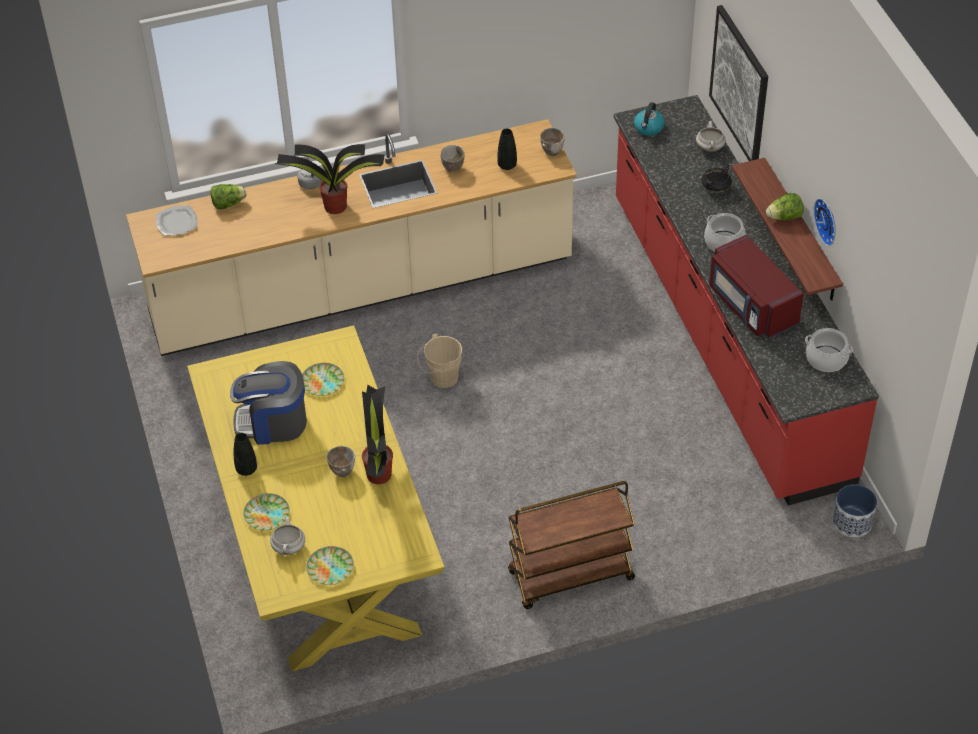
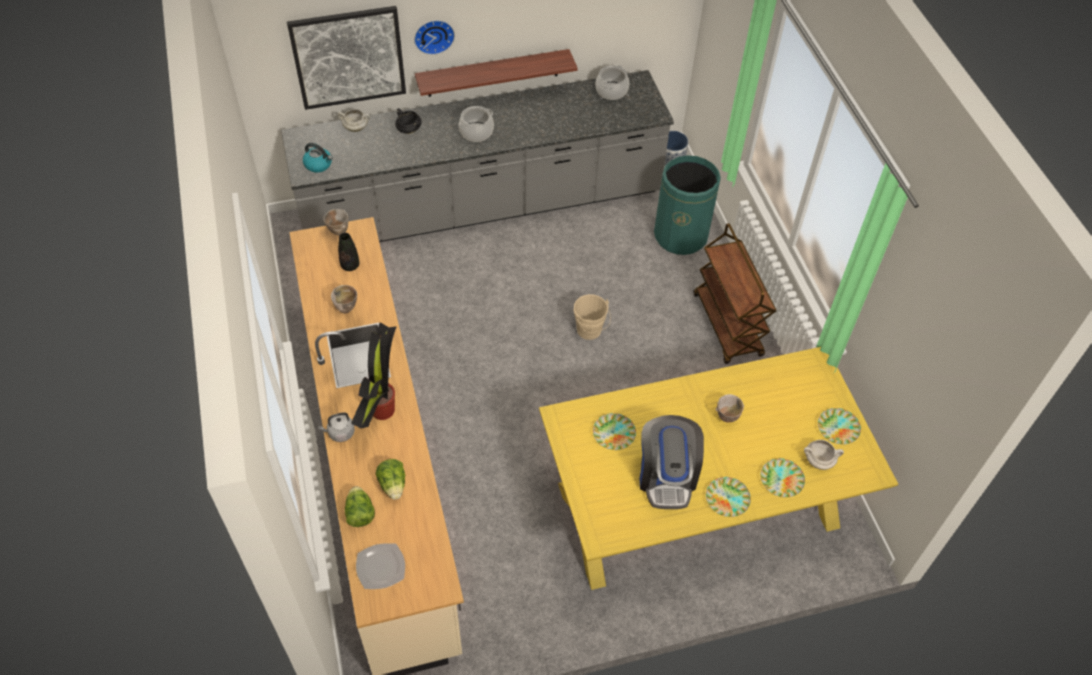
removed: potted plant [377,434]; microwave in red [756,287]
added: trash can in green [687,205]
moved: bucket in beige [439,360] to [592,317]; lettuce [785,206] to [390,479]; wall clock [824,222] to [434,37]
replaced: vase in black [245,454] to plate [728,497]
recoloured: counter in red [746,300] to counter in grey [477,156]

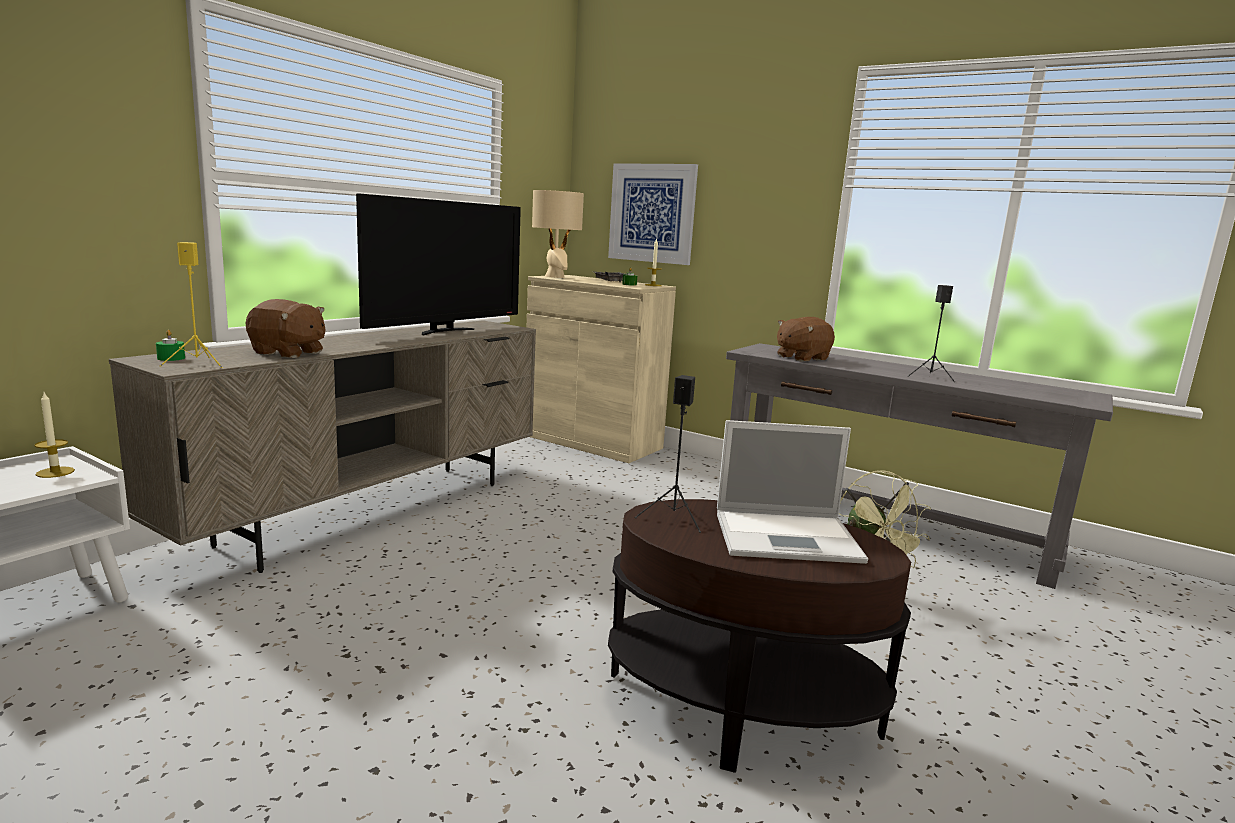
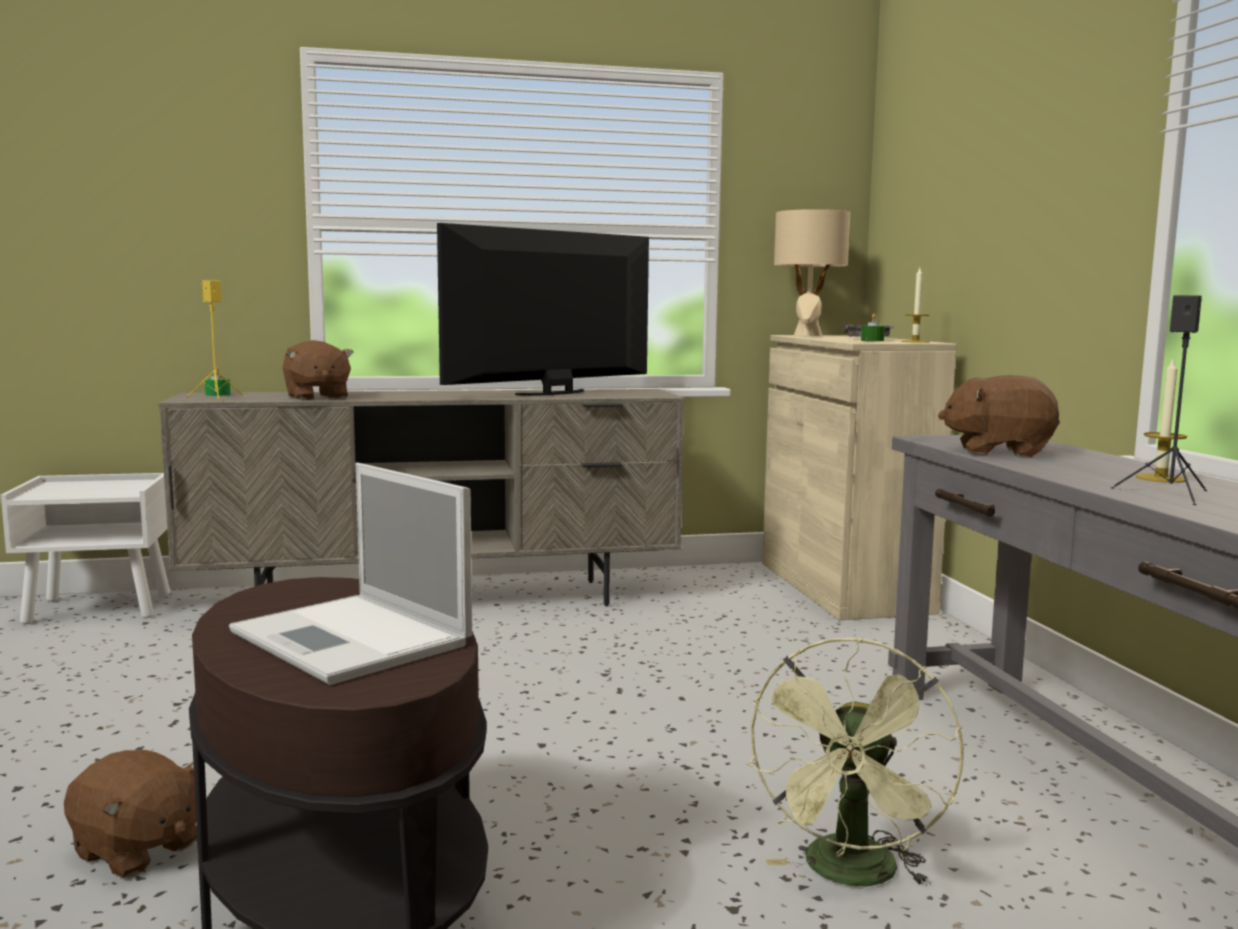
removed: picture [653,214]; speaker in black [668,454]
added: plush toy in brown [130,814]
moved: candle [54,435] to [1161,421]
turned: television [438,264] = [543,309] 150 degrees clockwise

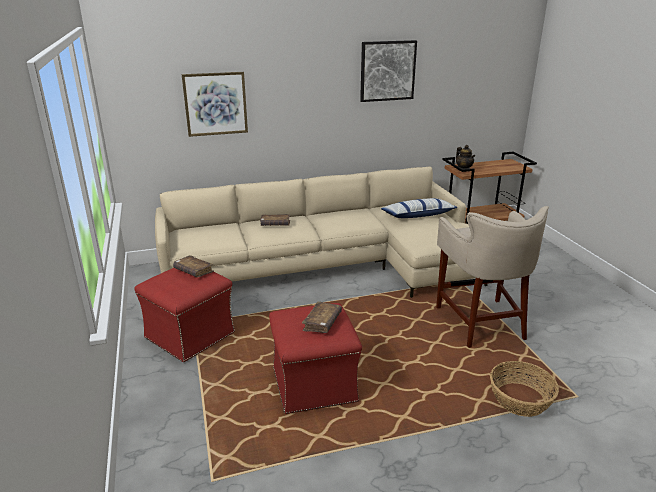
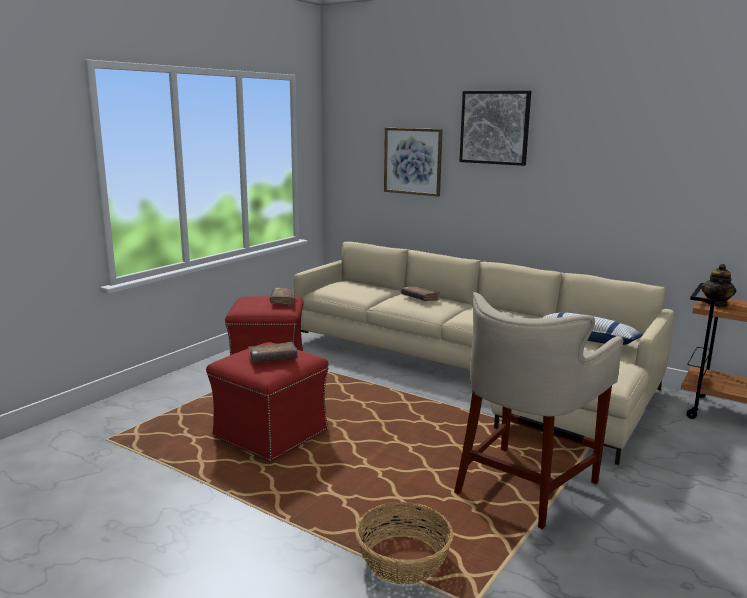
moved: picture [388,71] to [495,128]

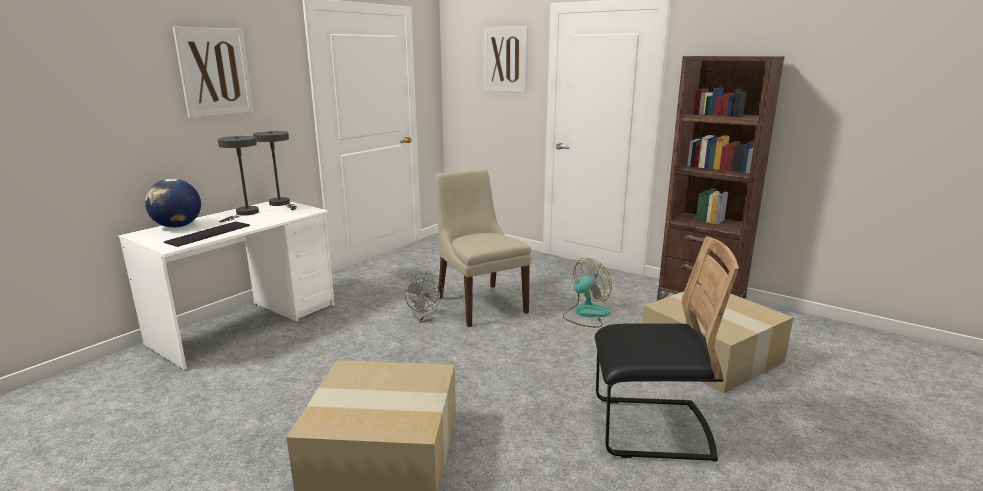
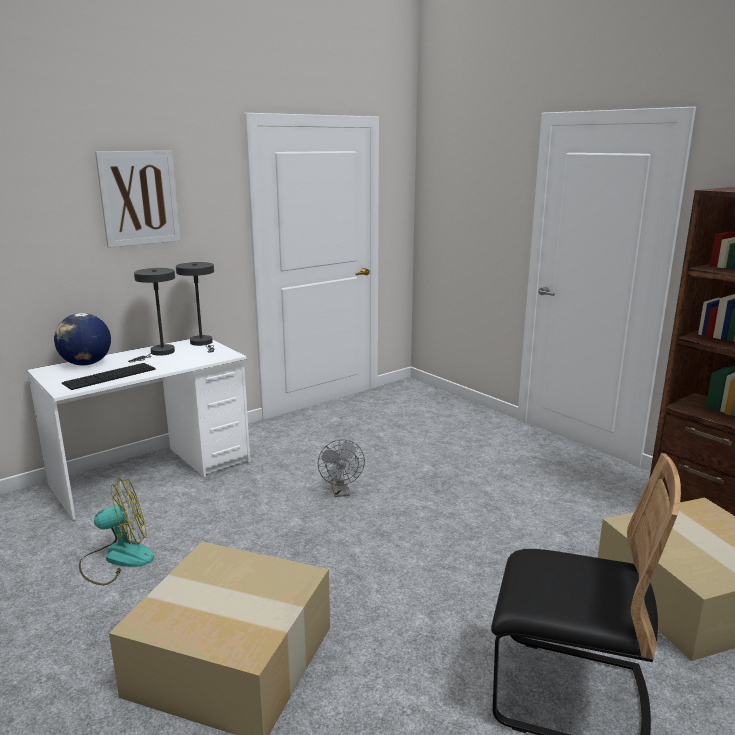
removed: chair in beige [483,248]; picture [506,59]
moved: fan [587,292] to [116,531]

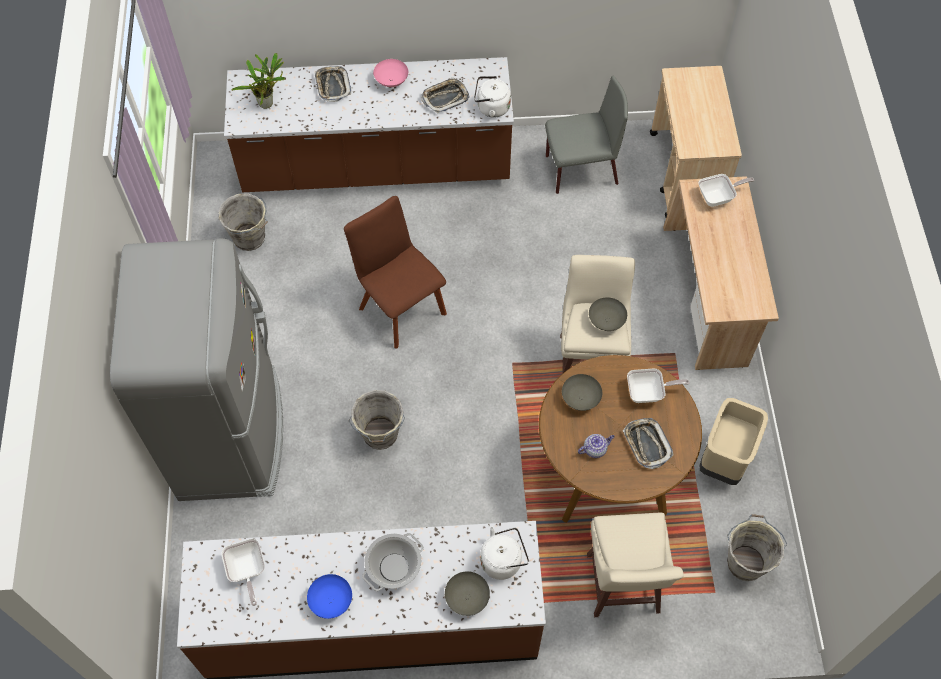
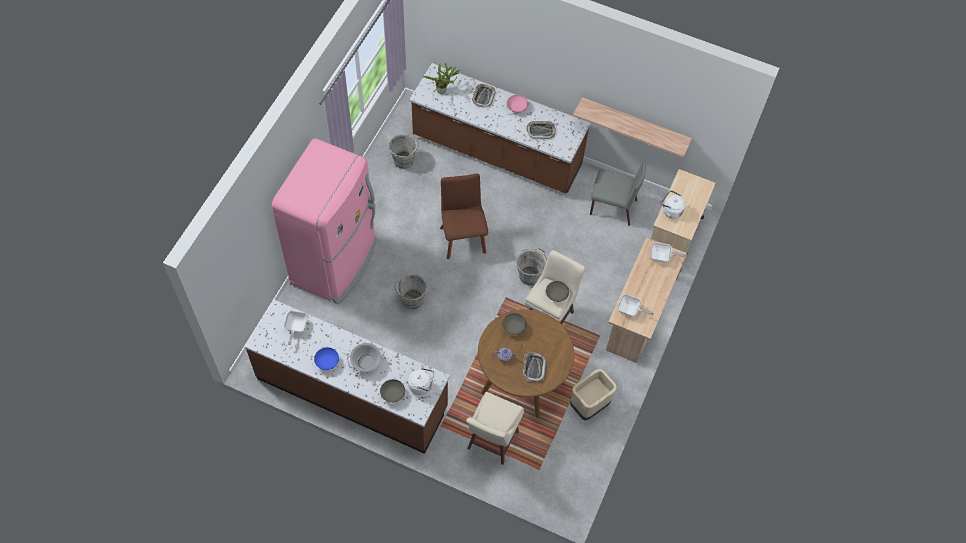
added: shelf [632,127]
moved: kettle in white [492,97] to [673,204]; frying pan [658,386] to [636,305]; bucket in grey [757,547] to [532,266]
recoloured: fridge in grey [196,369] to fridge in pink [324,221]

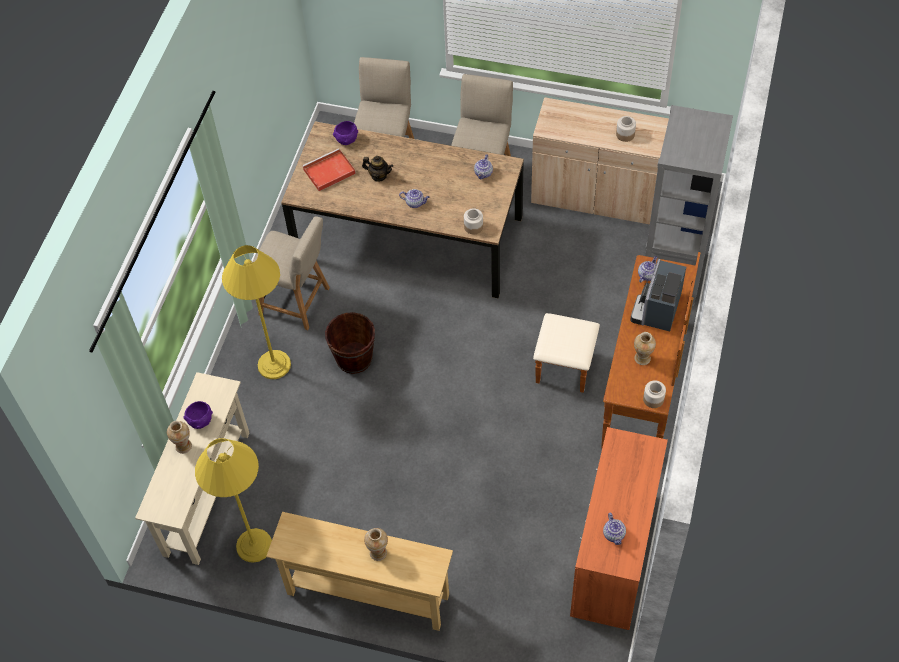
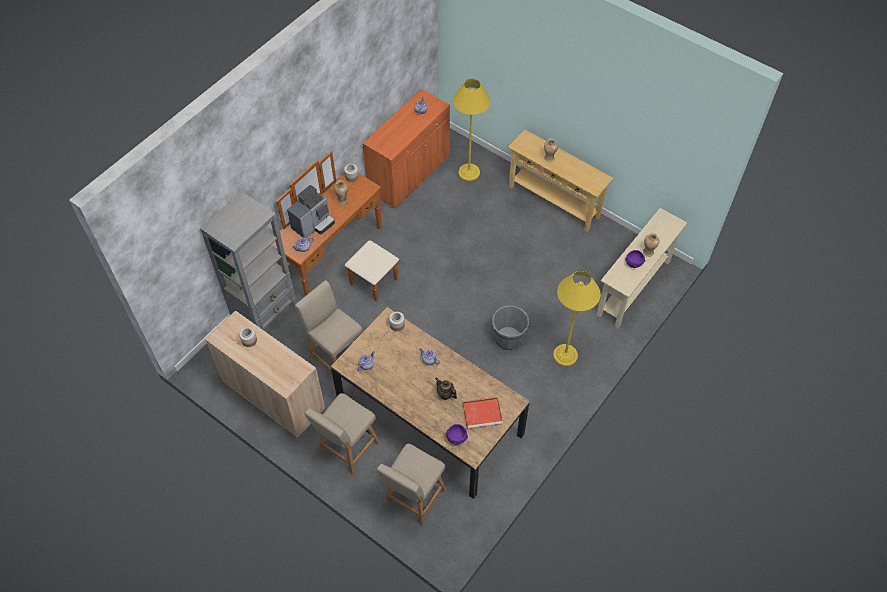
moved: floor lamp in yellow [233,500] to [472,130]; chair in beige [291,273] to [329,326]
recoloured: bucket in brown [350,343] to bucket in grey [510,328]

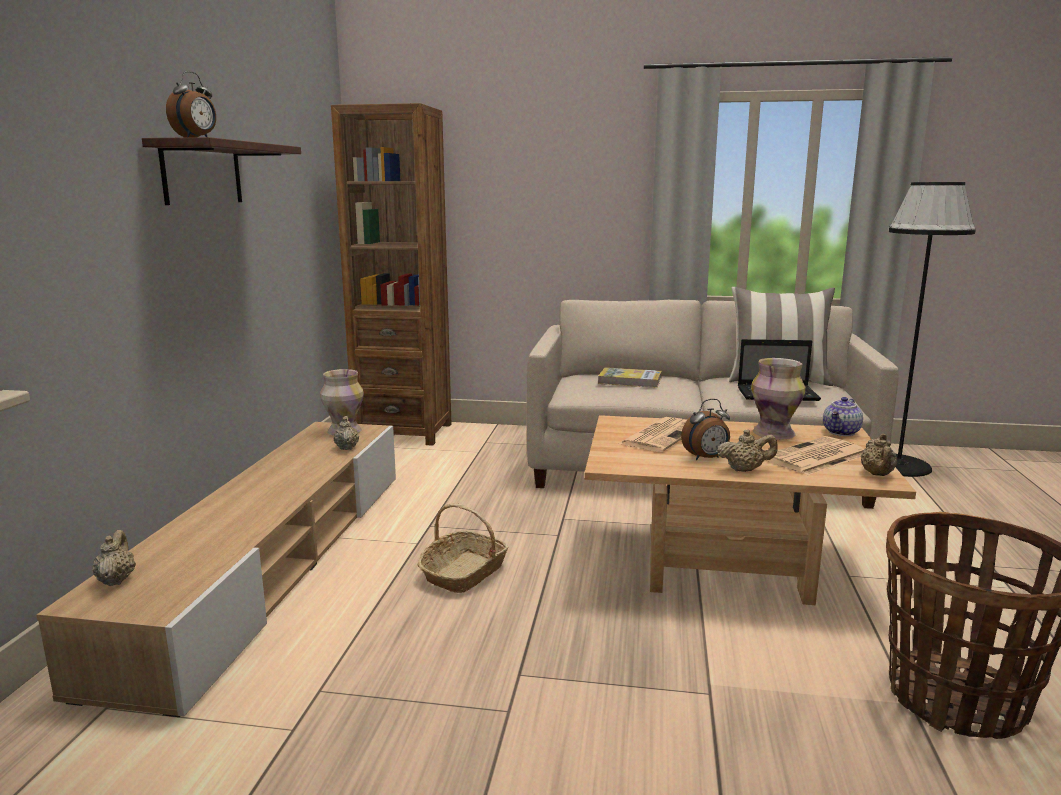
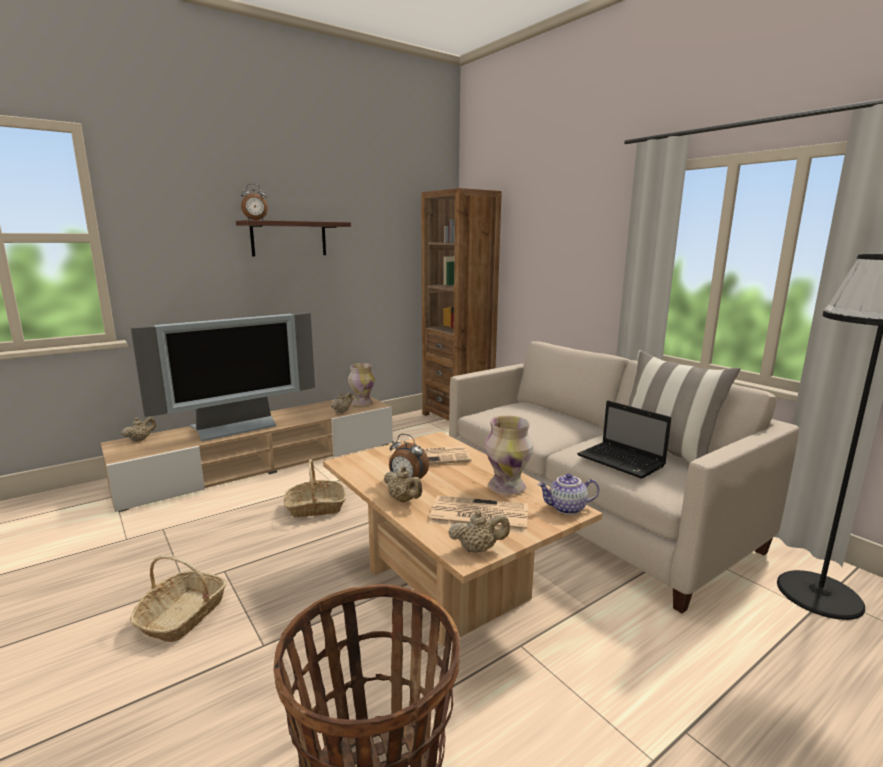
removed: book [630,377]
added: television [222,377]; basket [178,598]
turned: teapot in beige [879,455] = [479,531] 150 degrees counterclockwise

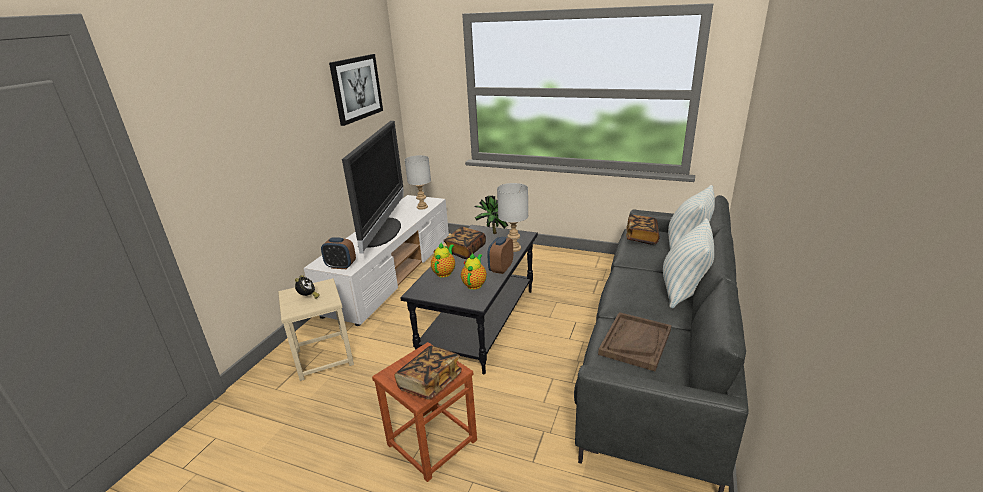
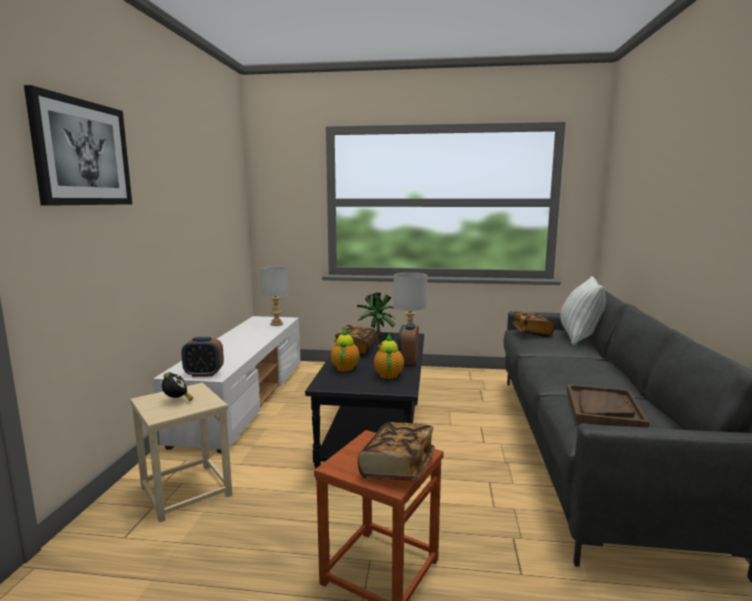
removed: television [373,187]; pillow [688,263]
moved: picture [356,90] to [78,145]

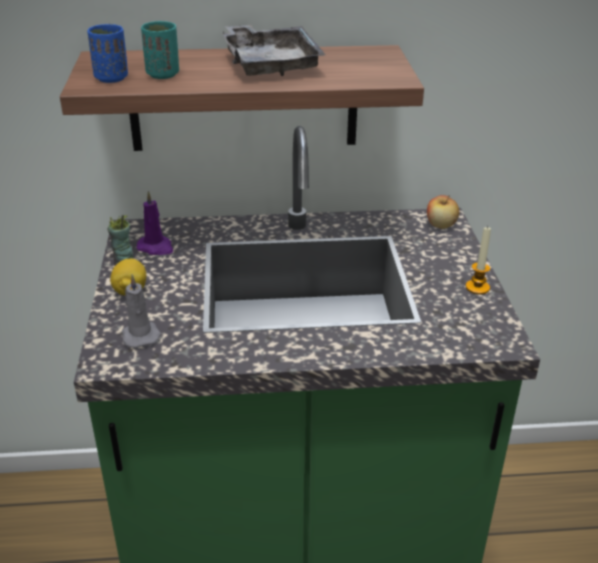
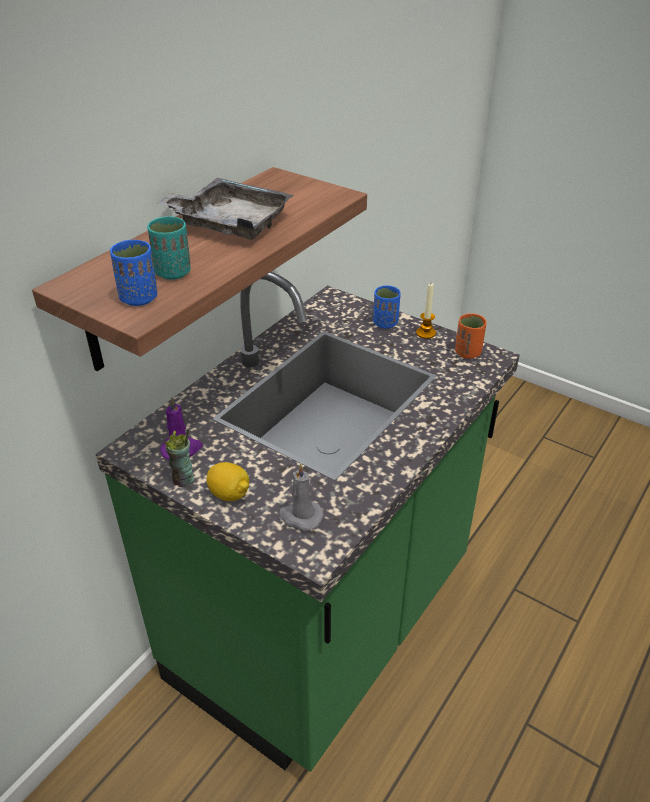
removed: apple [443,212]
added: cup in blue [387,307]; cup in orange [471,336]

